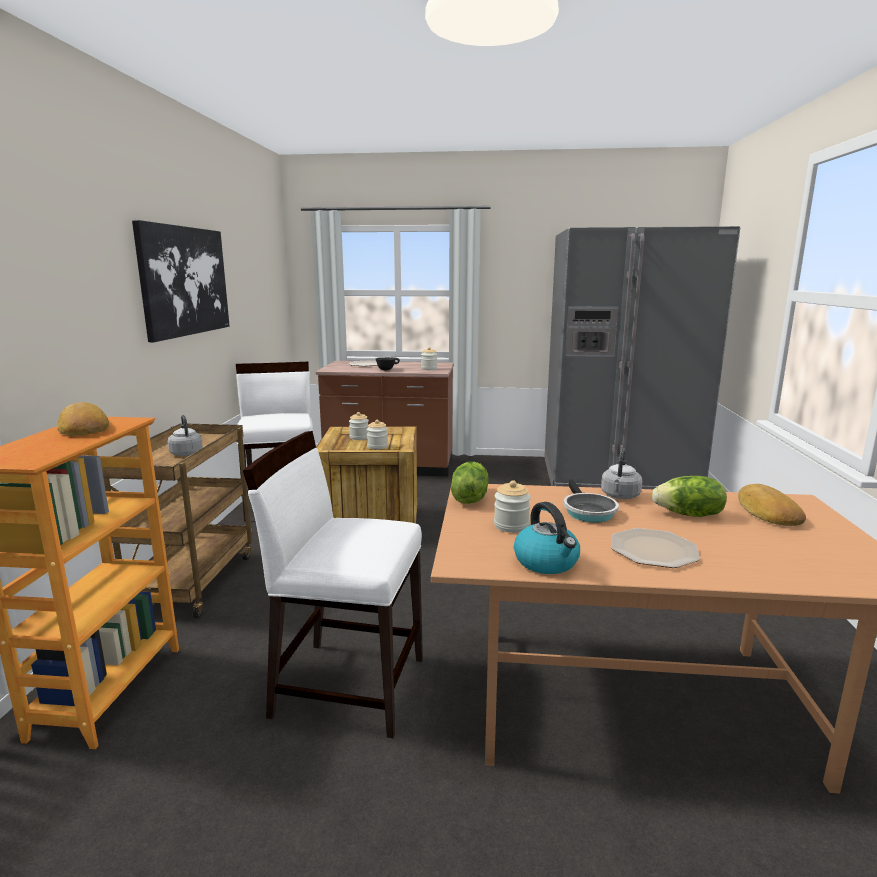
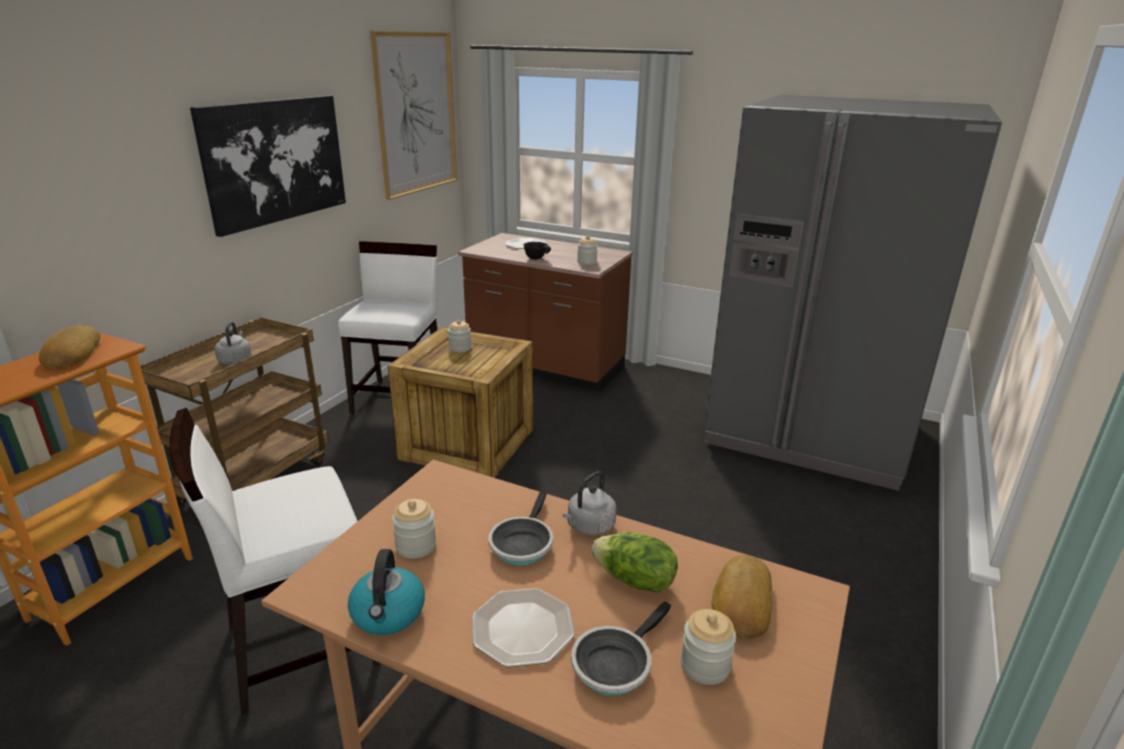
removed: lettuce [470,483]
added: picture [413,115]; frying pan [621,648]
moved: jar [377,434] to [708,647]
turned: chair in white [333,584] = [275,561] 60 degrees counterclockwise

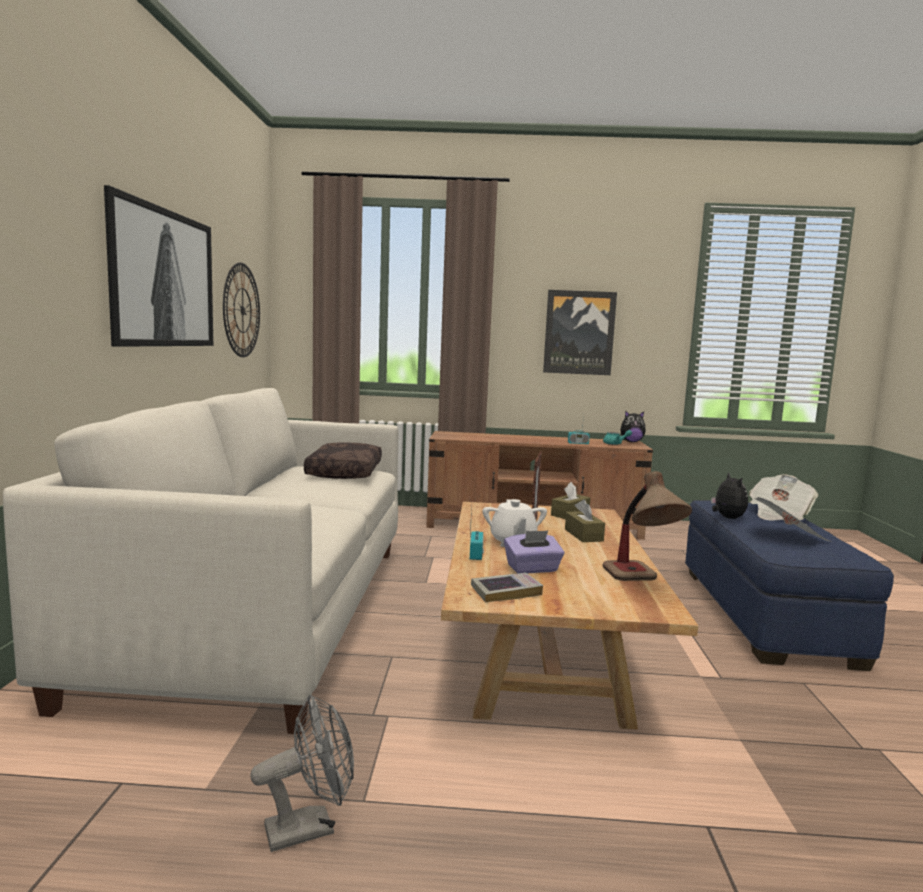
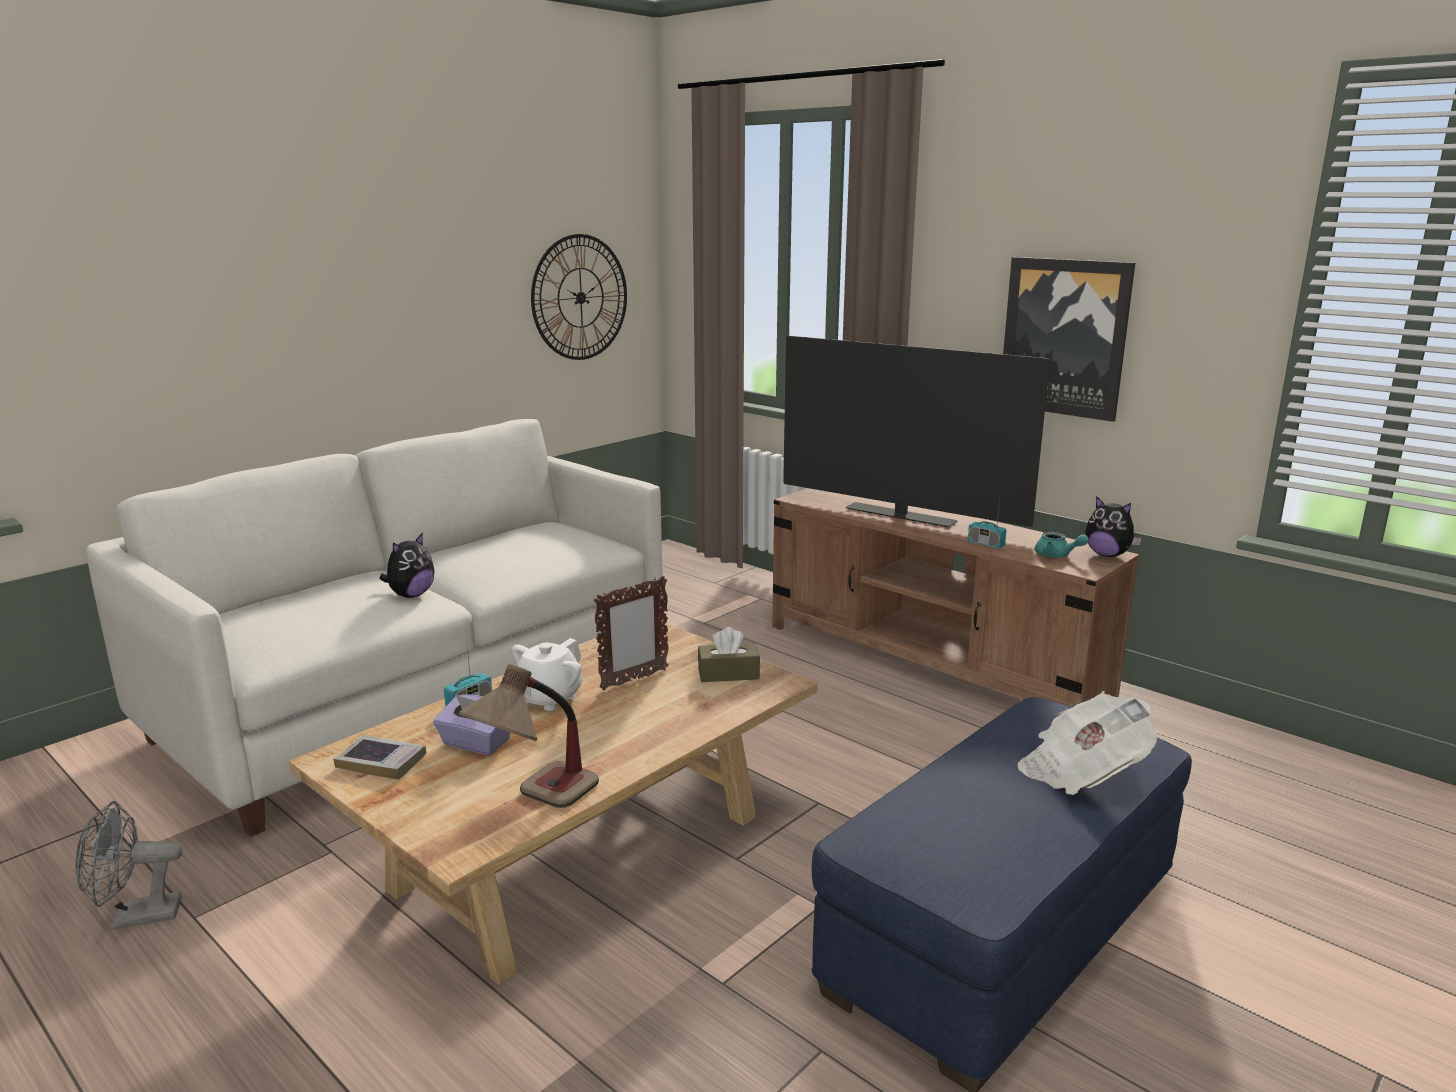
removed: picture [158,266]; pillow in brown [343,460]; tissue box in brown [585,520]; newspaper [792,519]
added: television [916,431]
moved: plush toy [729,496] to [407,565]
turned: fan in grey [302,773] = [129,865] 150 degrees clockwise

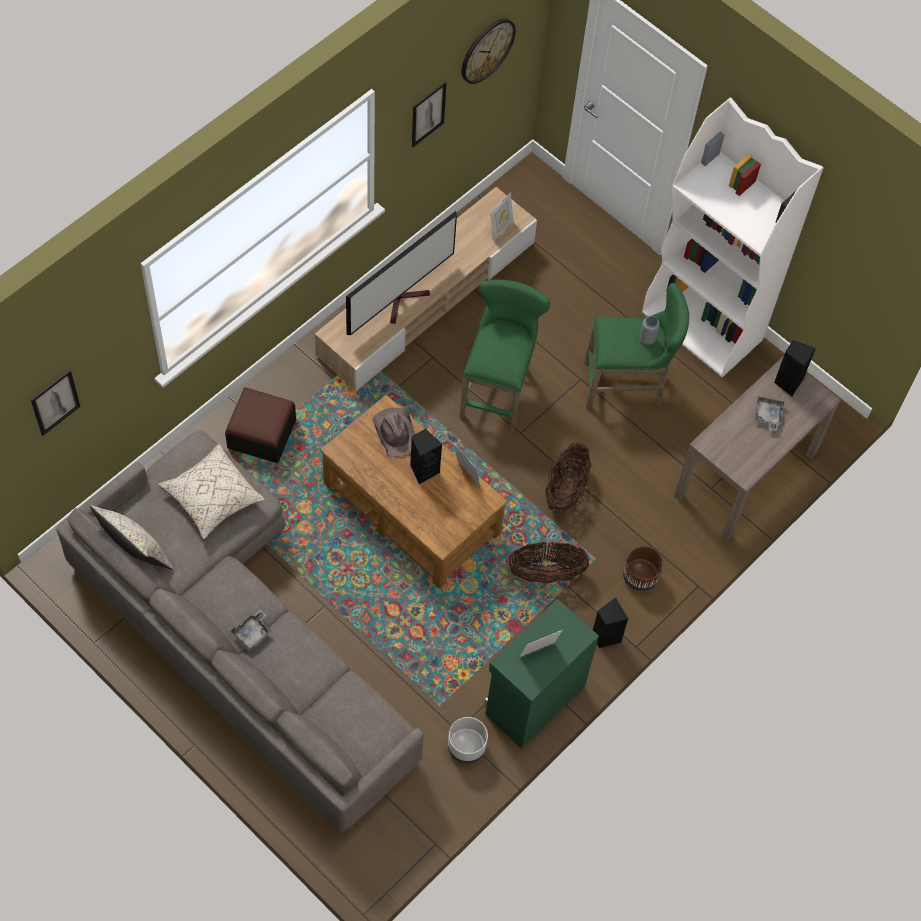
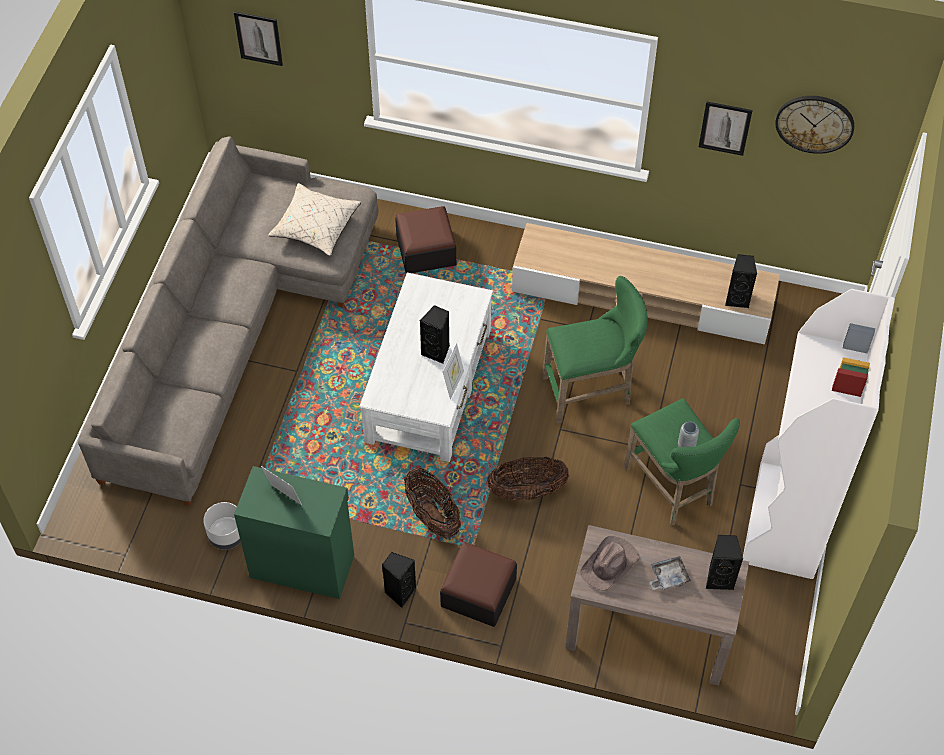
removed: pillow in beige [131,537]; tray in grey [251,630]; television [401,273]
moved: hat in brown [394,432] to [610,563]
replaced: picture frame [501,216] to speaker in black [741,281]; planter in brown [643,569] to ottoman [478,584]
recoloured: coffee table in brown [414,492] to coffee table in white [426,367]

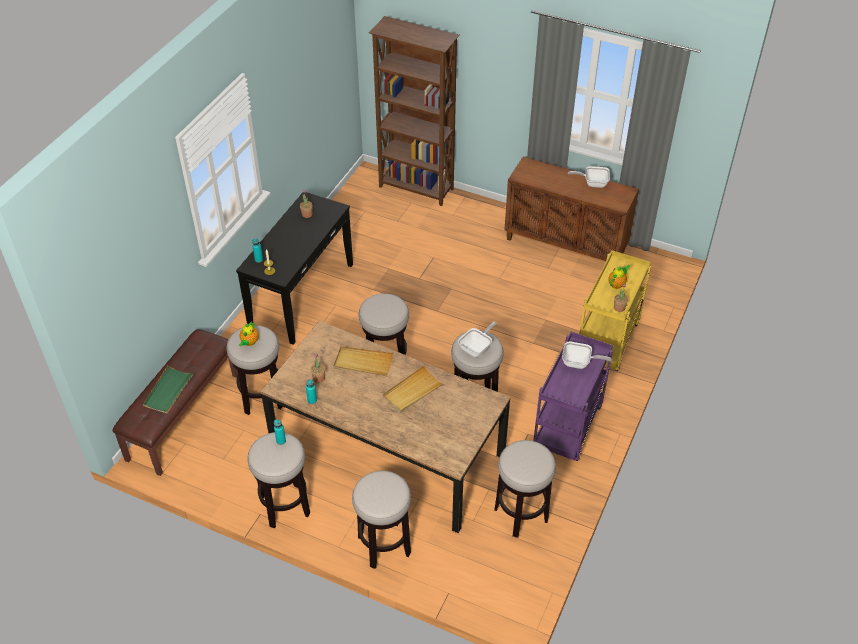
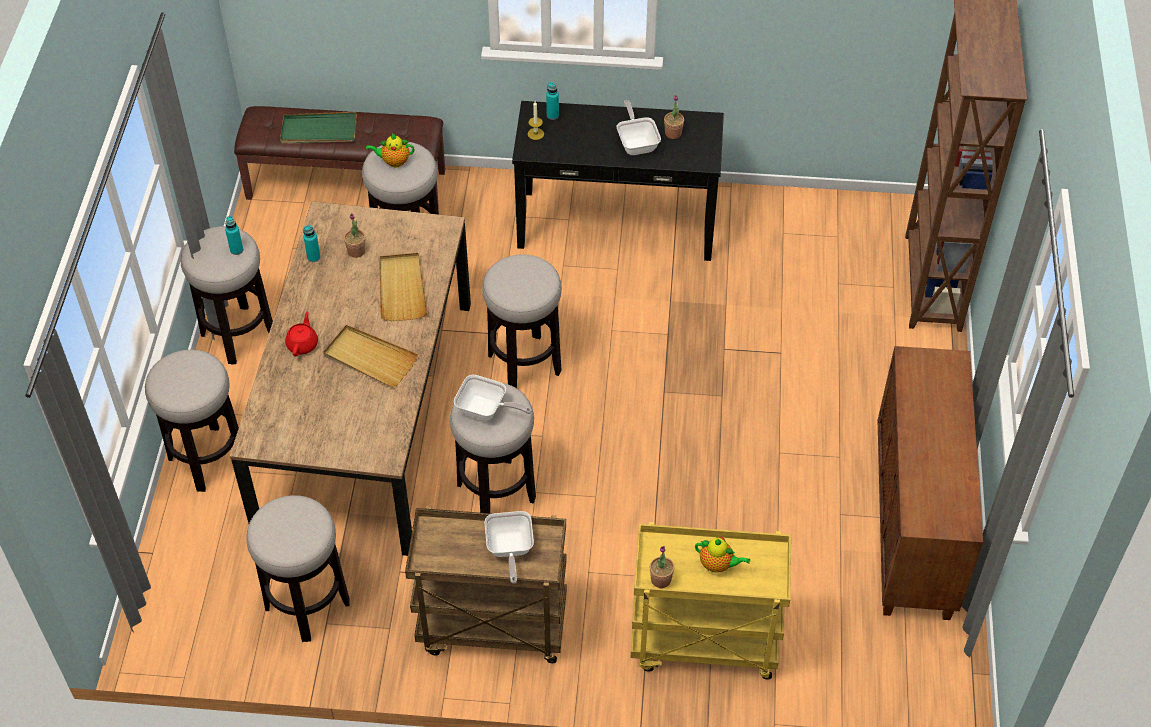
added: teapot in red [301,334]
moved: frying pan [589,177] to [638,127]
recoloured: cart in purple [573,396] to cart in brown [486,584]

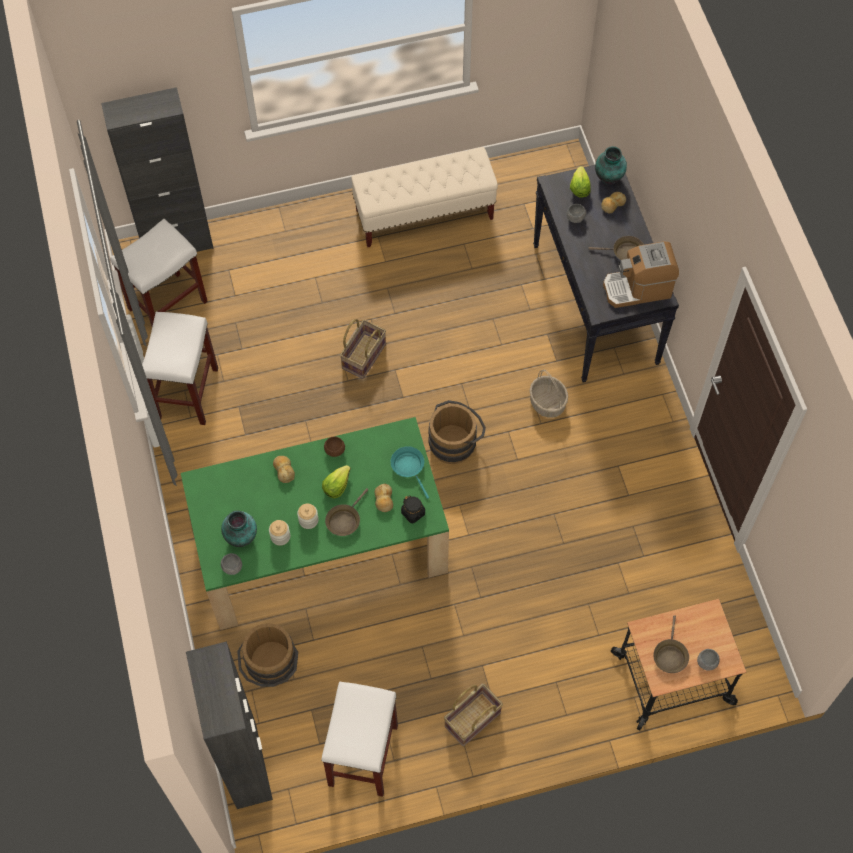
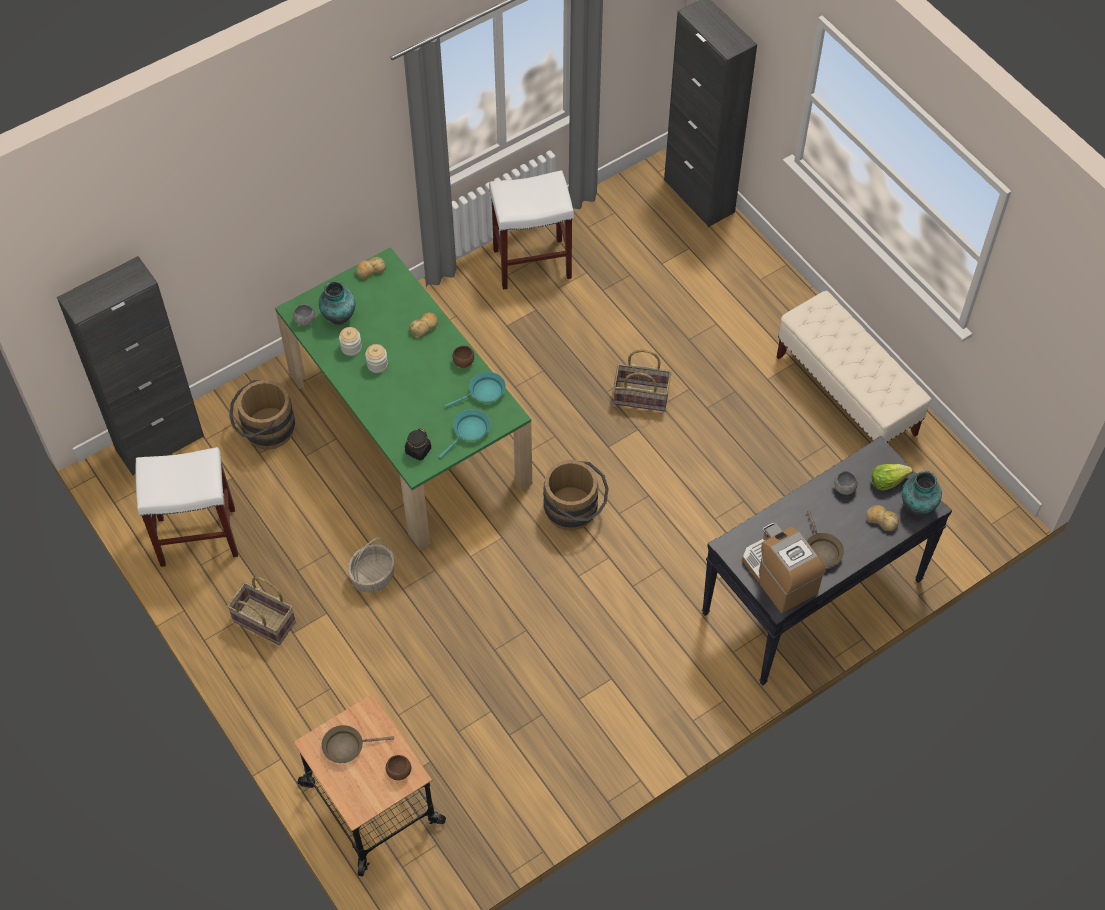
removed: stool in white [159,272]; lettuce [336,482]; frying pan in brown [346,512]; bowl in grey [708,660]
added: bowl in brown [398,767]; frying pan in turquoise [475,390]
moved: bread [384,498] to [371,268]; basket [549,394] to [371,565]

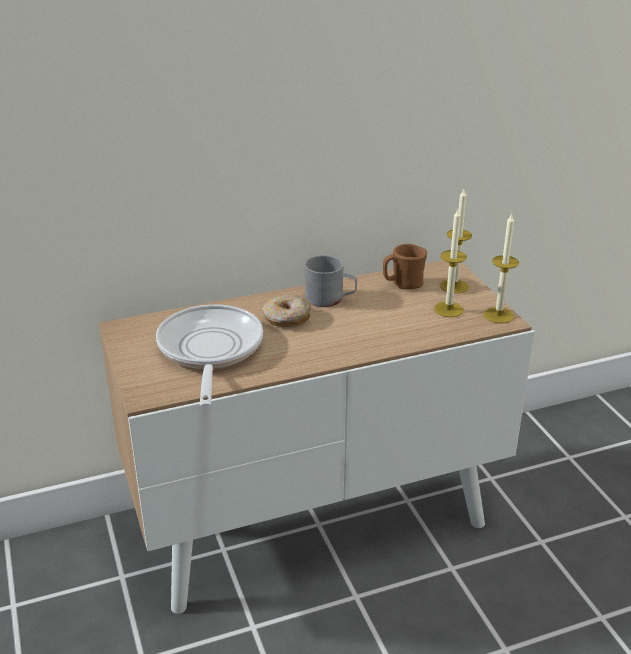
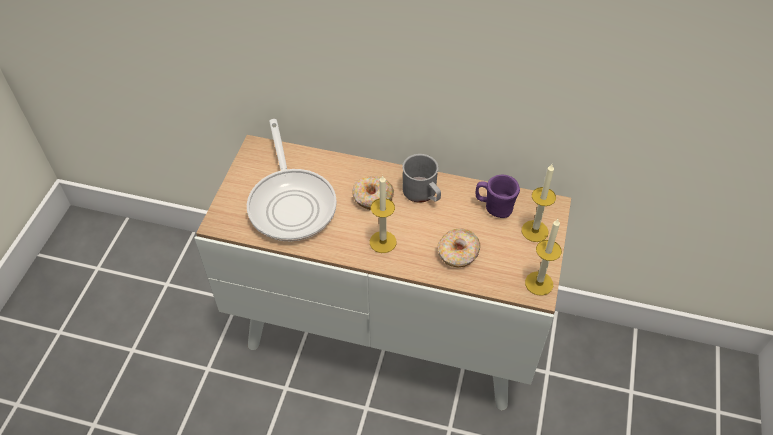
added: donut [459,247]
moved: candle [450,263] to [383,214]
recoloured: mug in brown [405,267] to mug in purple [498,196]
turned: frying pan [209,355] = [292,180] 135 degrees clockwise

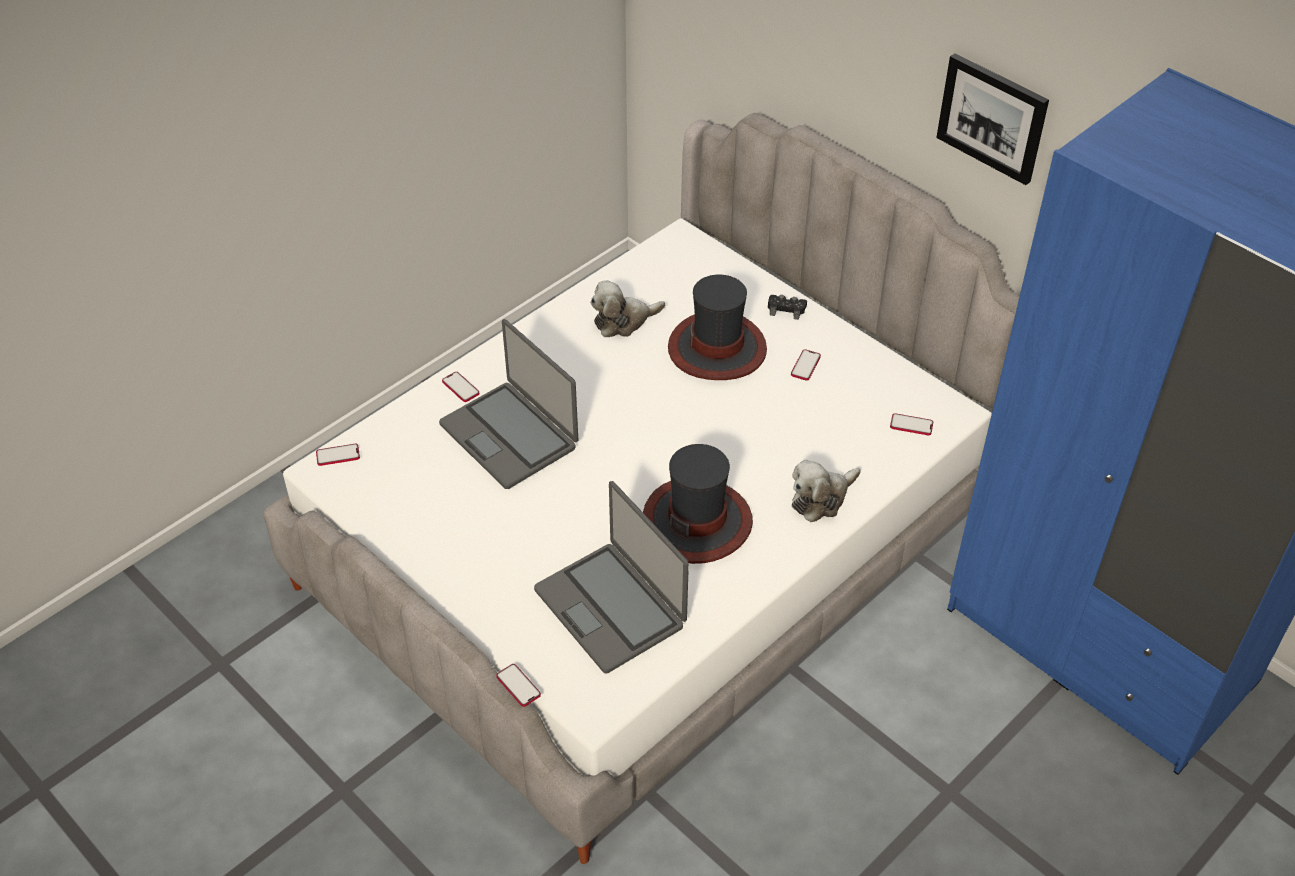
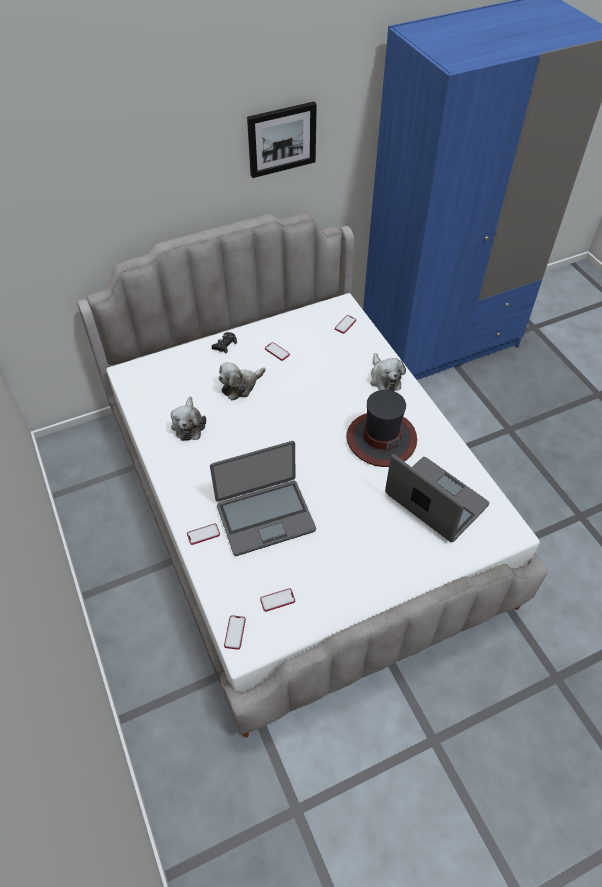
moved: phone [518,685] to [277,600]
replaced: hat [717,327] to plush toy [242,381]
turned: laptop [611,577] = [437,498] 120 degrees counterclockwise

